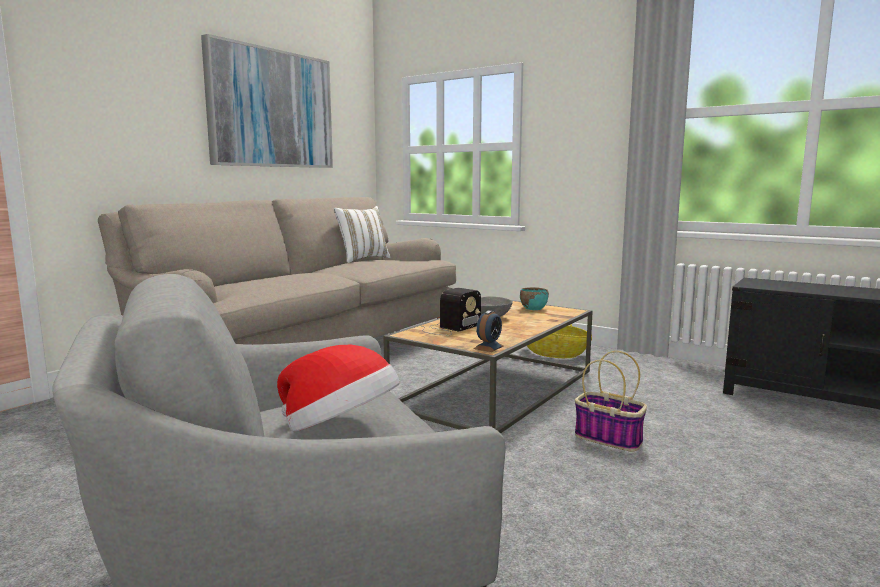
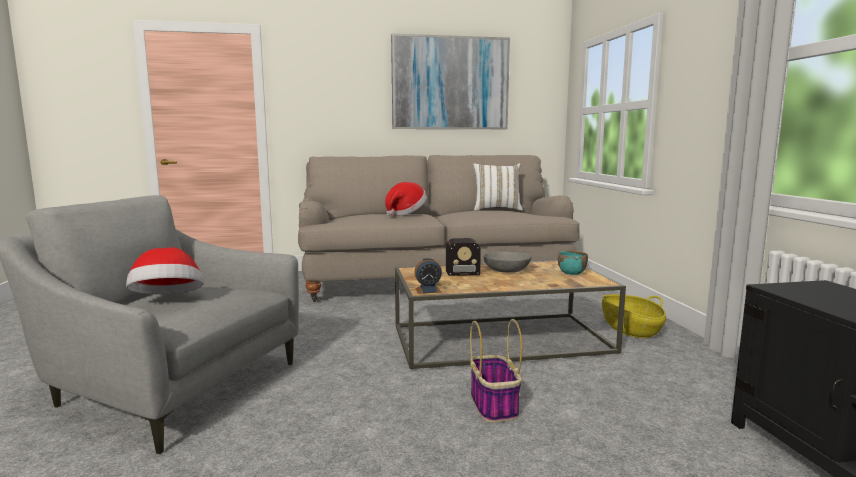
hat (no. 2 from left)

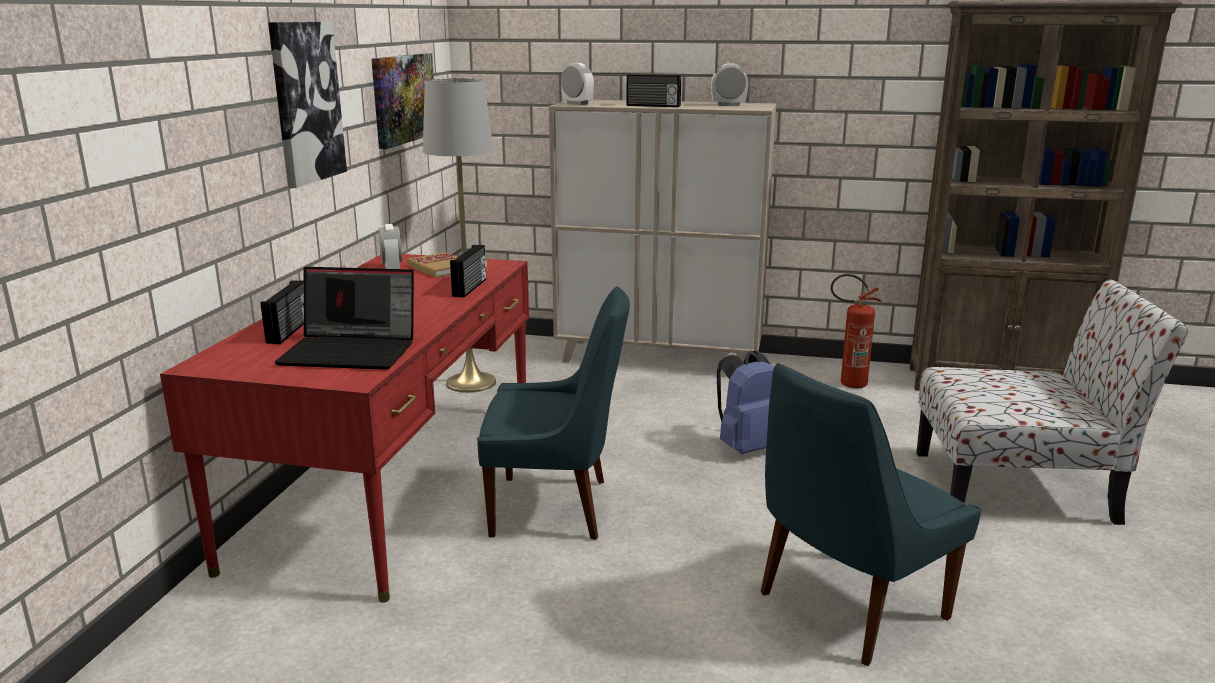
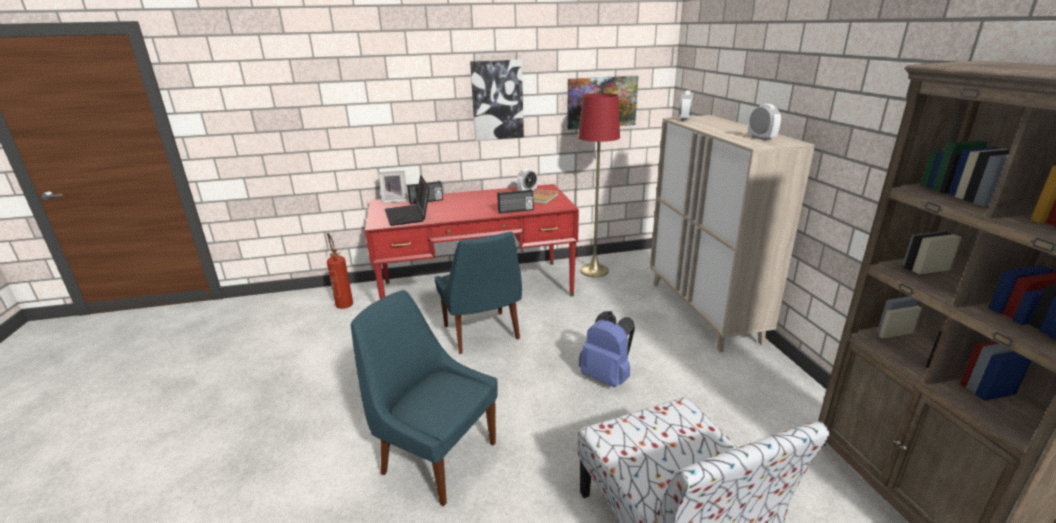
red floor lamp; radio (no. 3 from left in the first image); fire extinguisher; picture frame

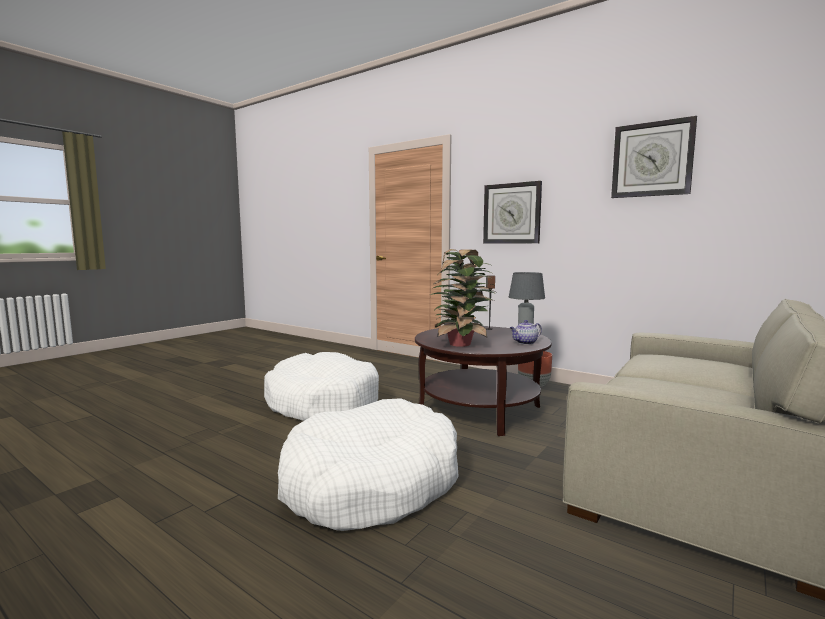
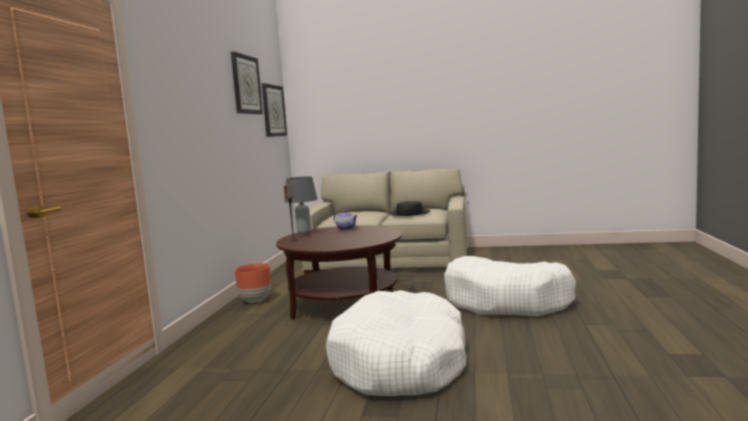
potted plant; wall clock (no. 2 from left); black hat

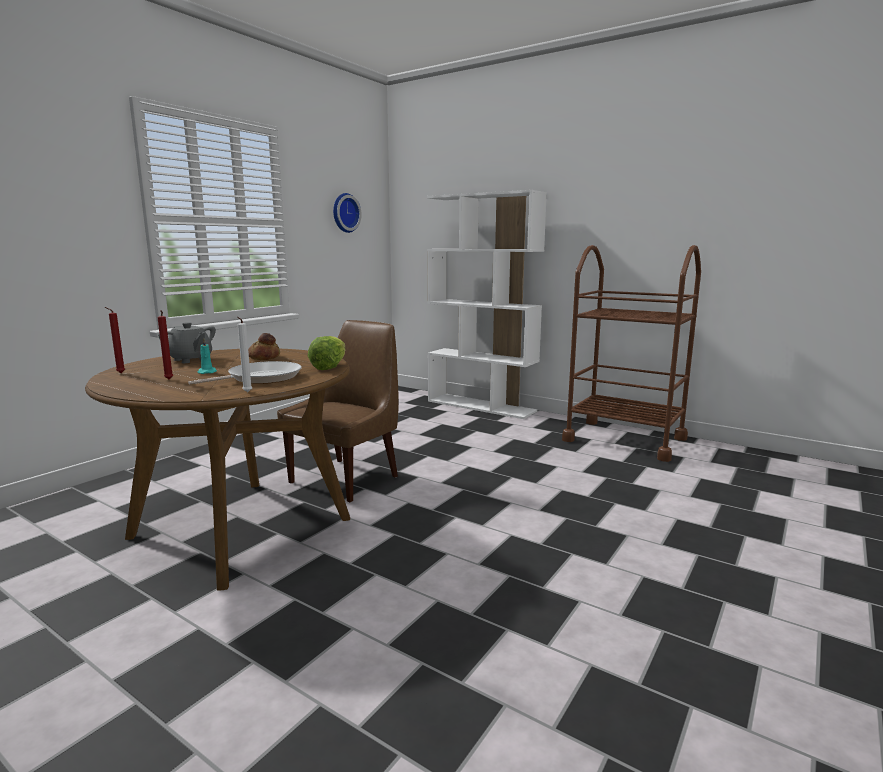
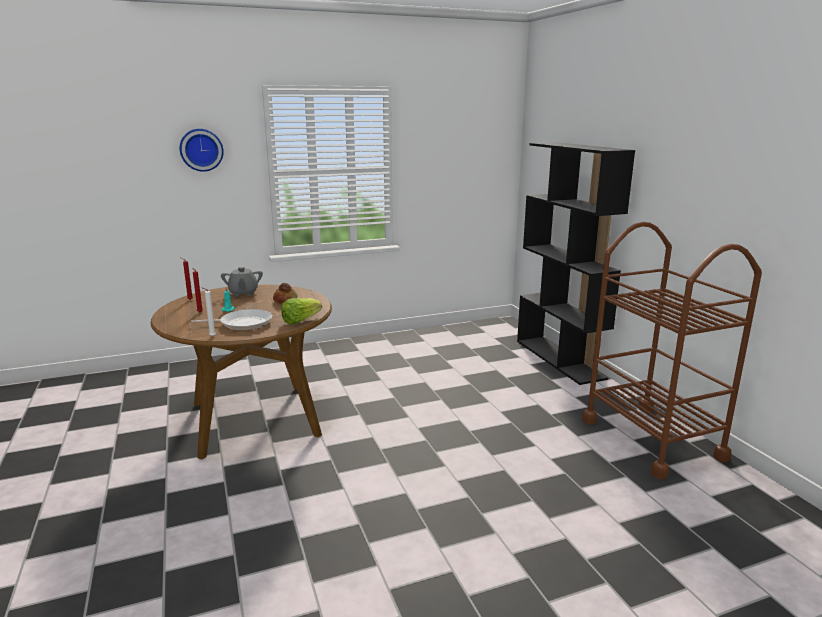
brown chair; wall clock; black bookcase

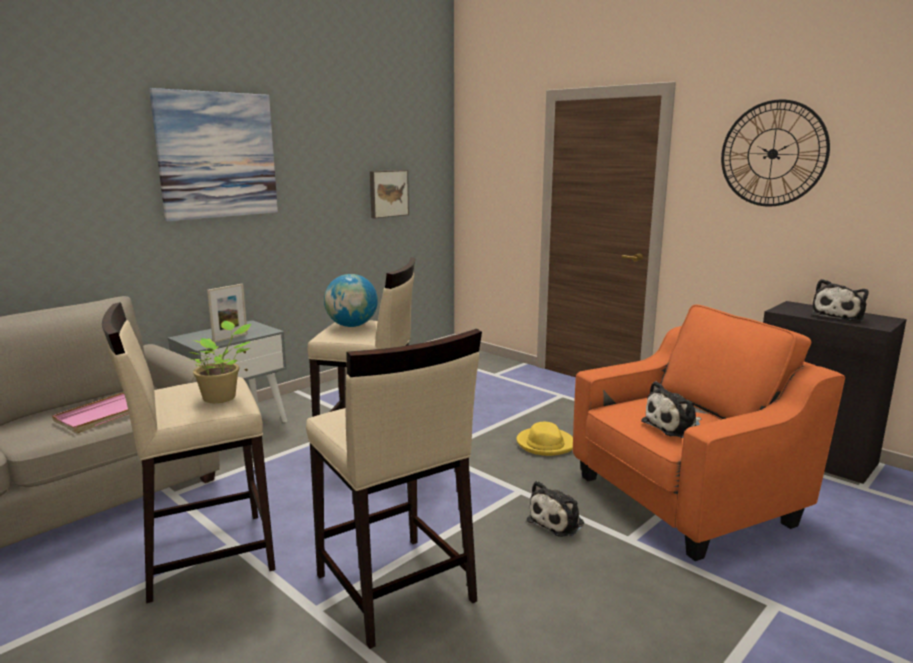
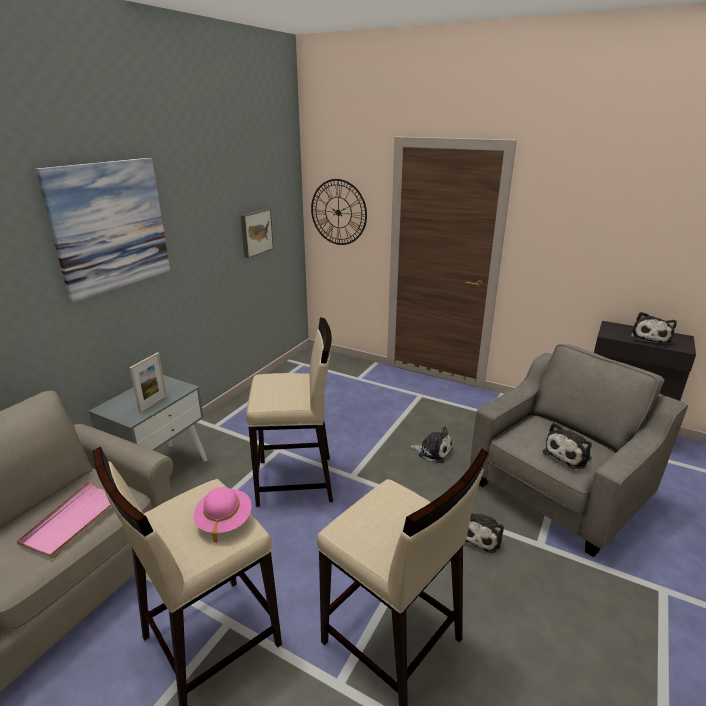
pink hat; globe; plush toy (no. 1 from left); grey armchair; wall clock

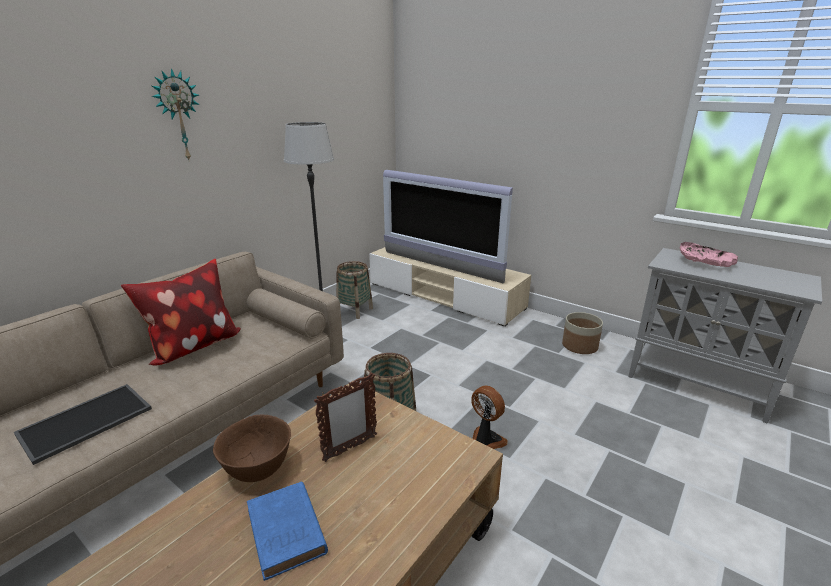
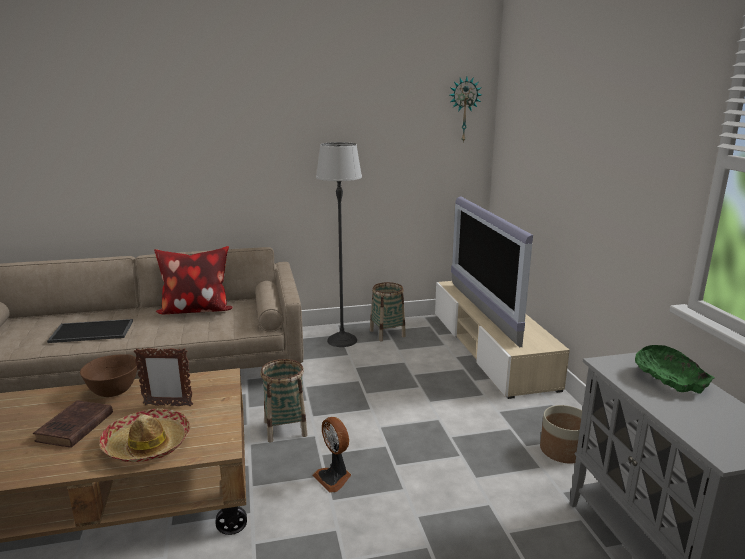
wall clock; brown book; fan; green bowl; hat

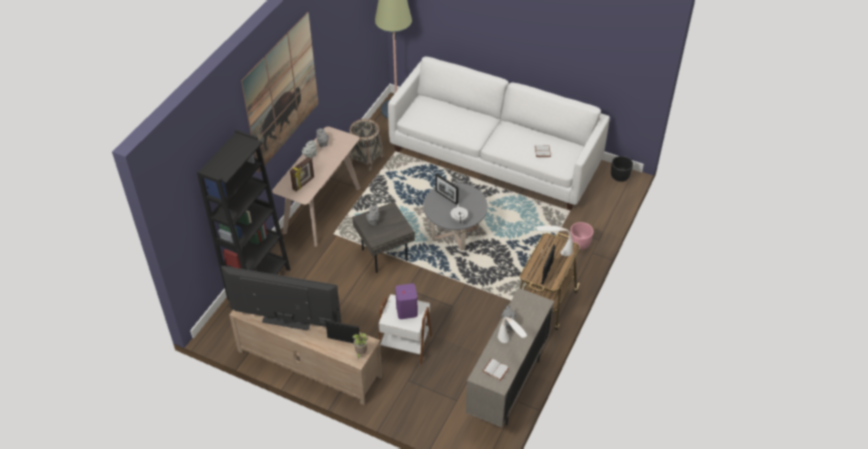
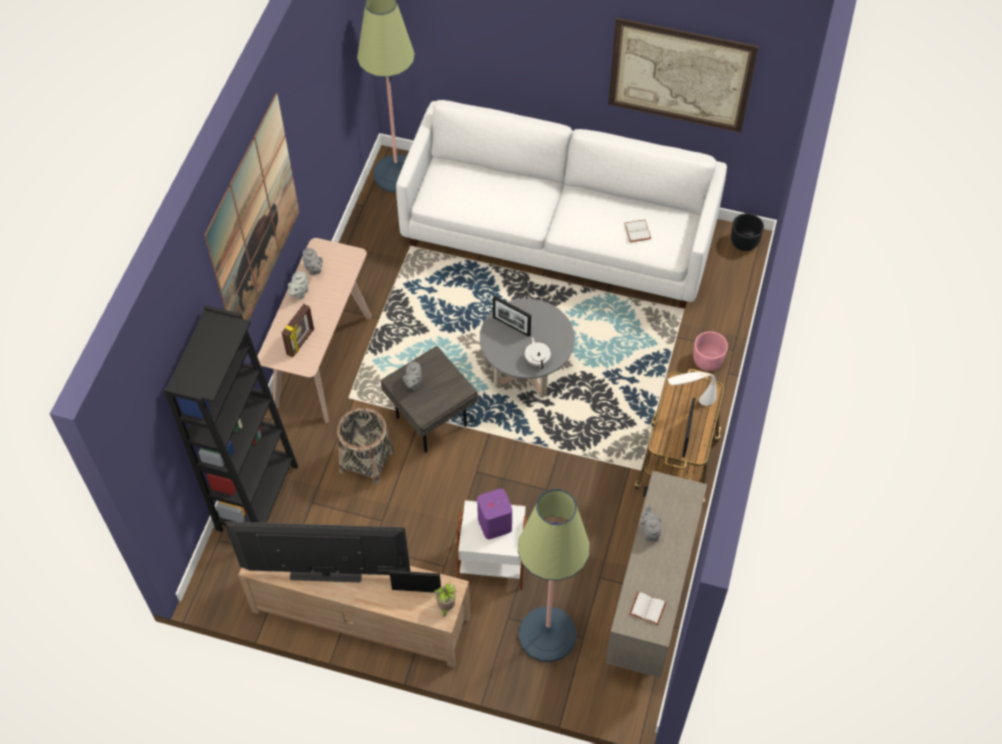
basket; white table lamp (no. 1 from left in the first image); floor lamp (no. 2 from left); picture (no. 2 from left)

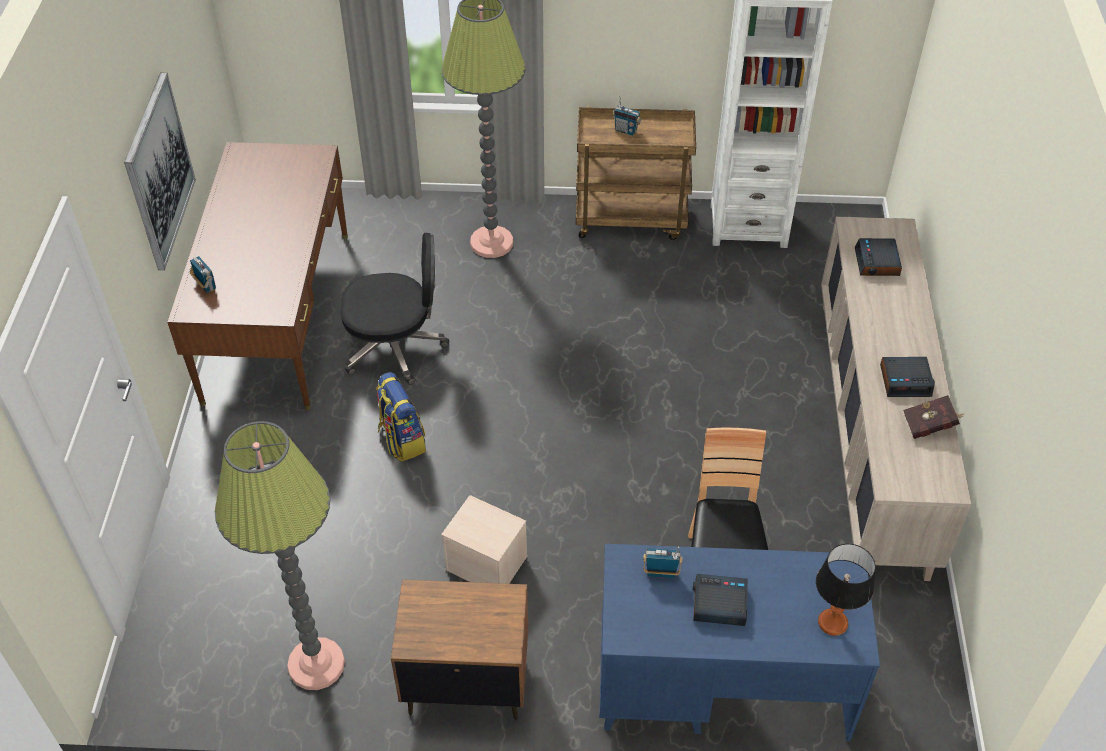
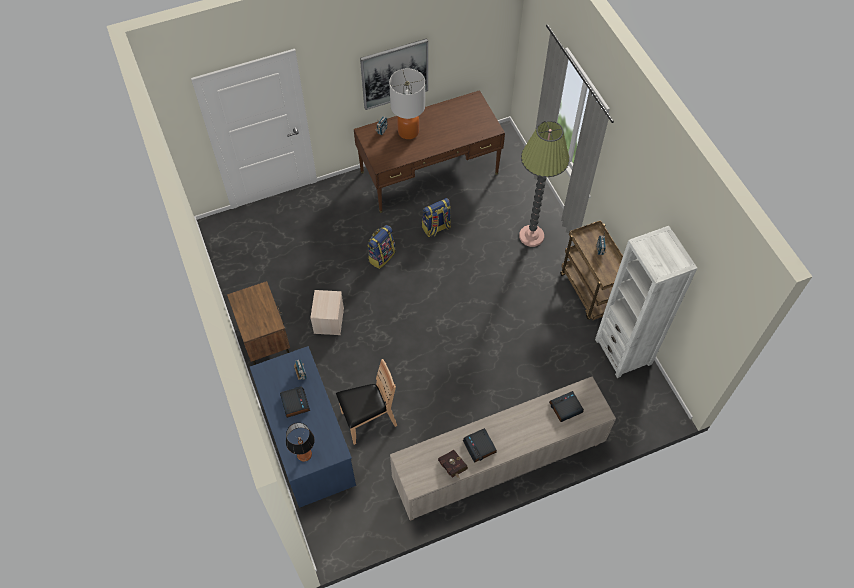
floor lamp (no. 1 from left in the first image); backpack (no. 2 from left); table lamp (no. 2 from left)

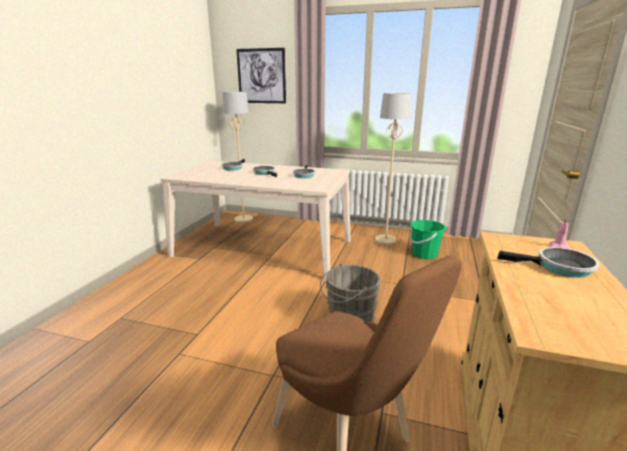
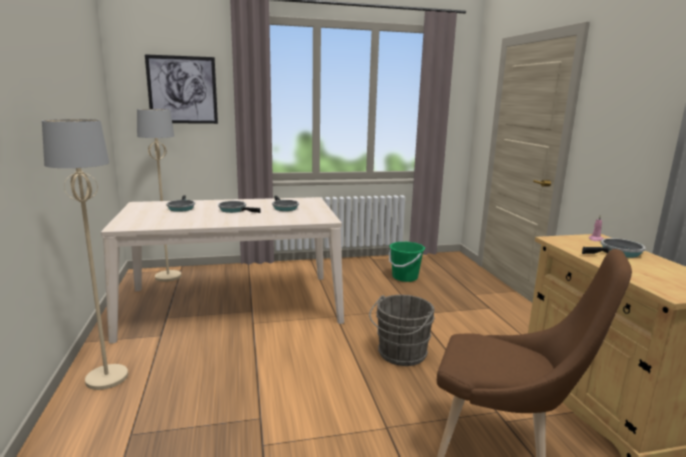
beige floor lamp (no. 1 from left)

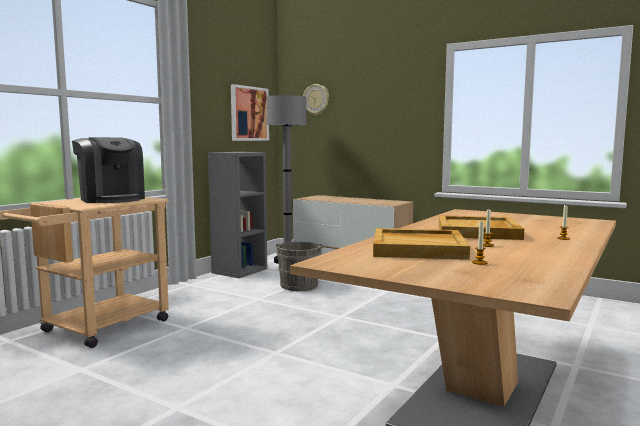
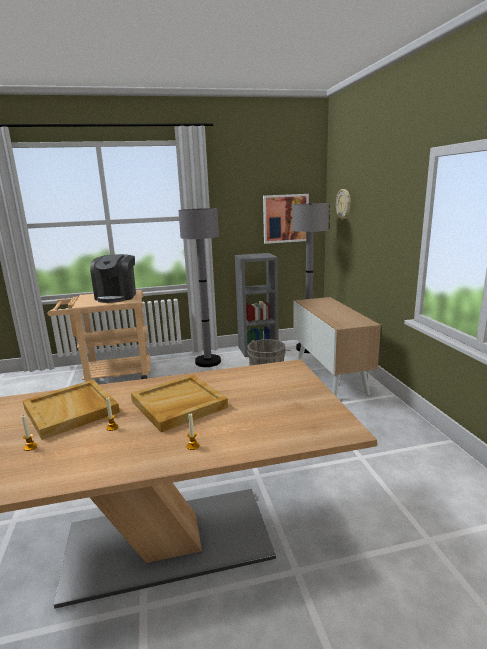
grey floor lamp (no. 1 from left)

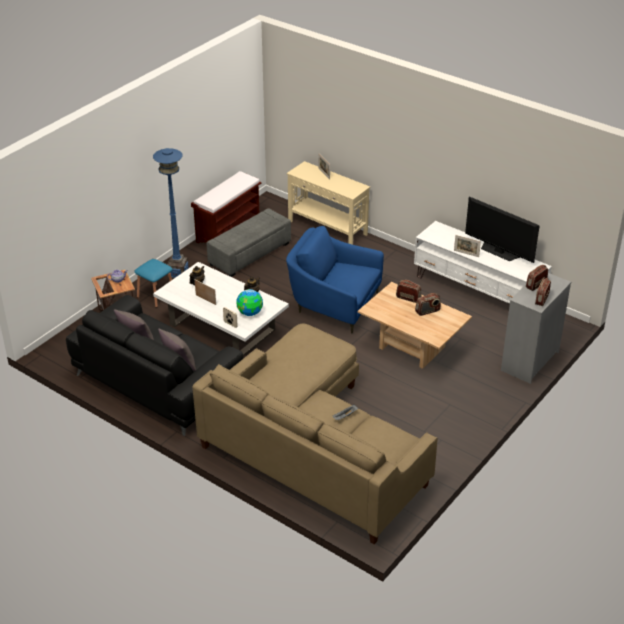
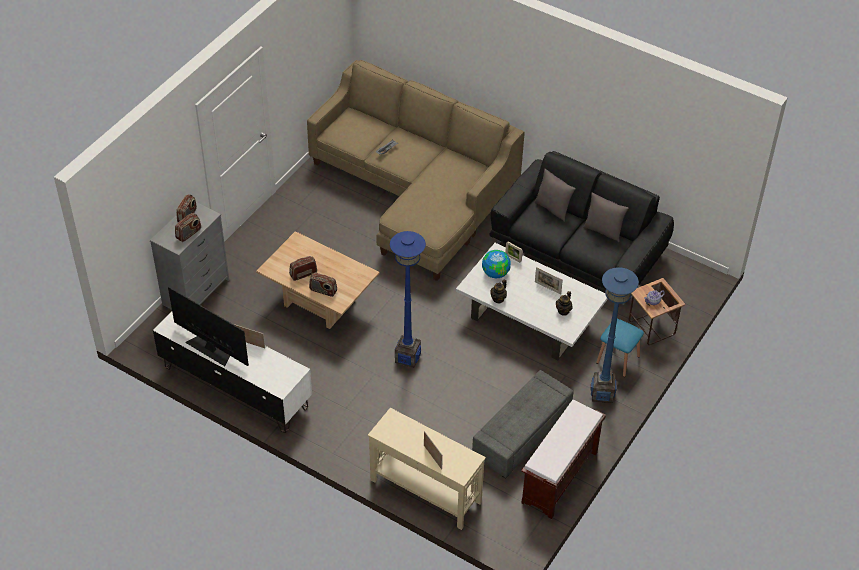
blue floor lamp (no. 1 from left)

